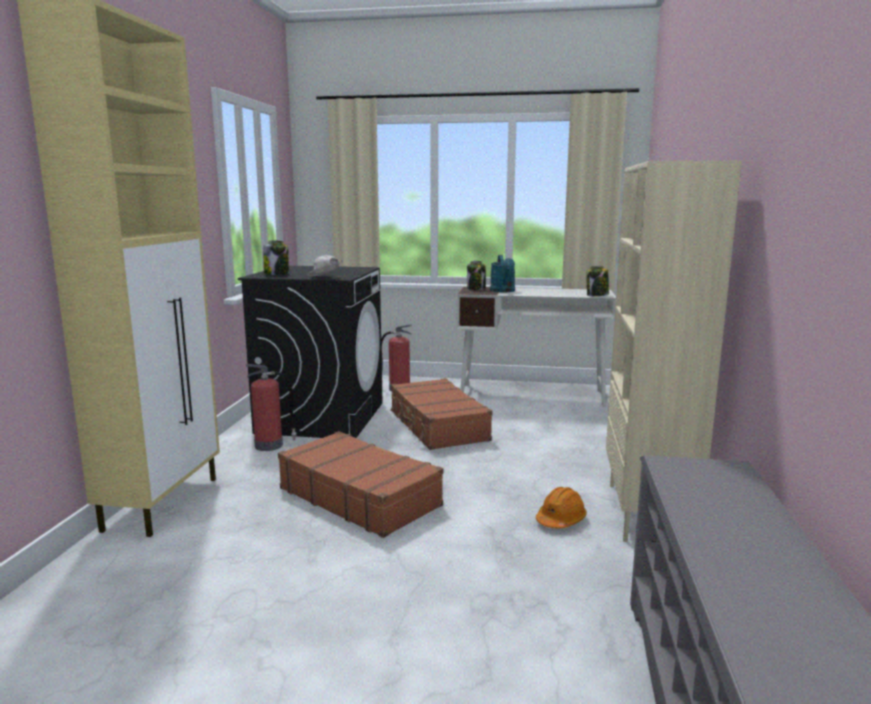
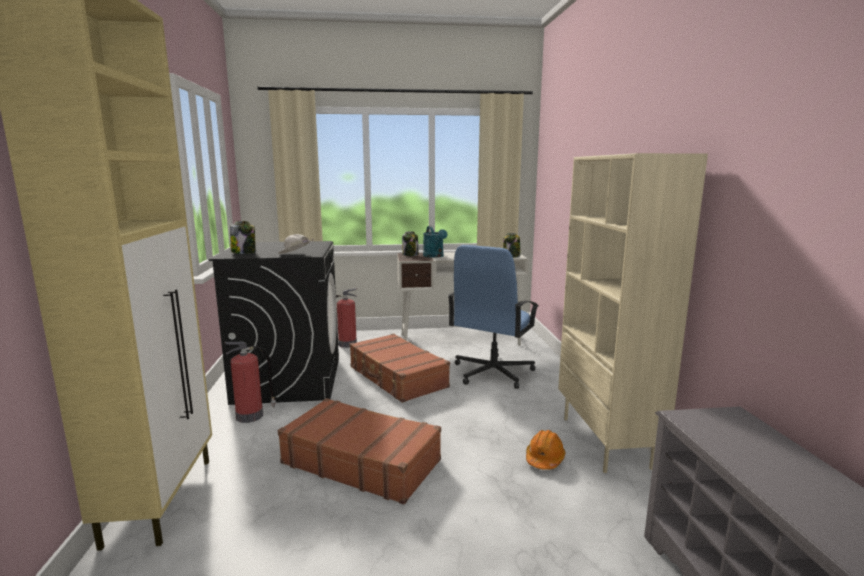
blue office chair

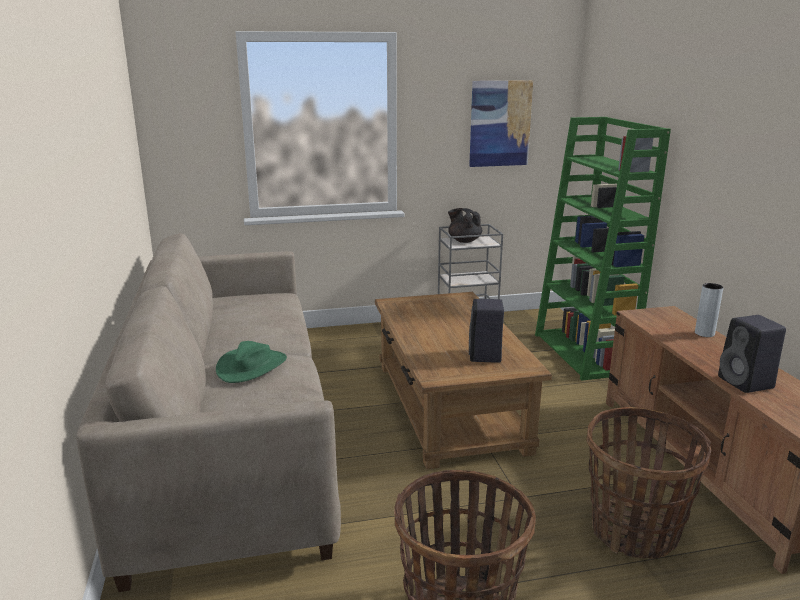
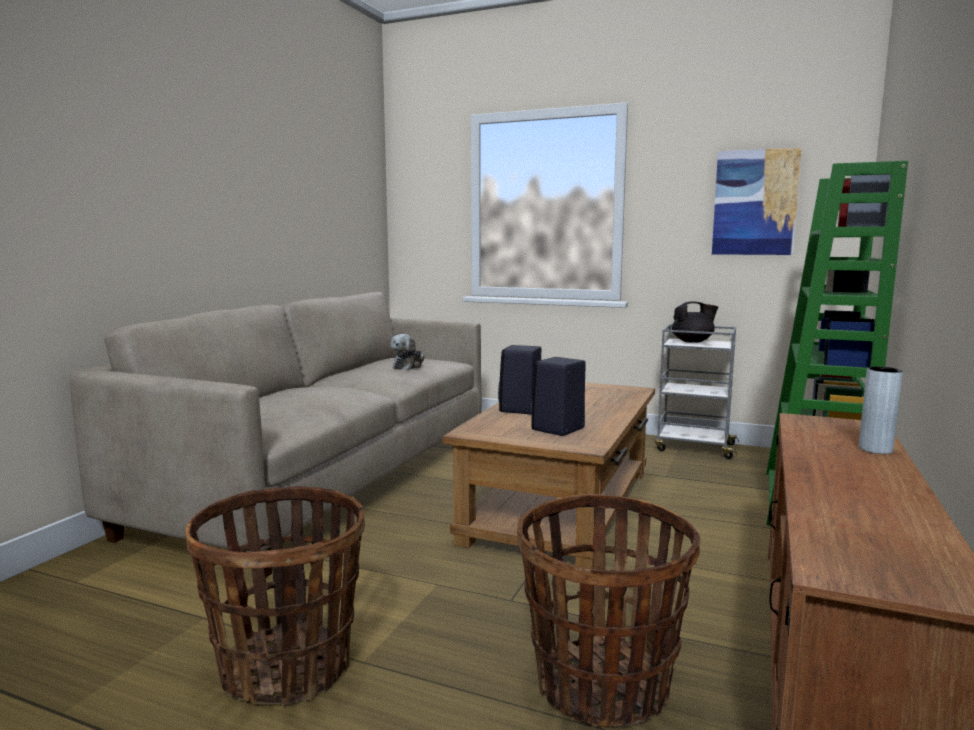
green hat; black teapot; black speaker (no. 1 from left); plush toy

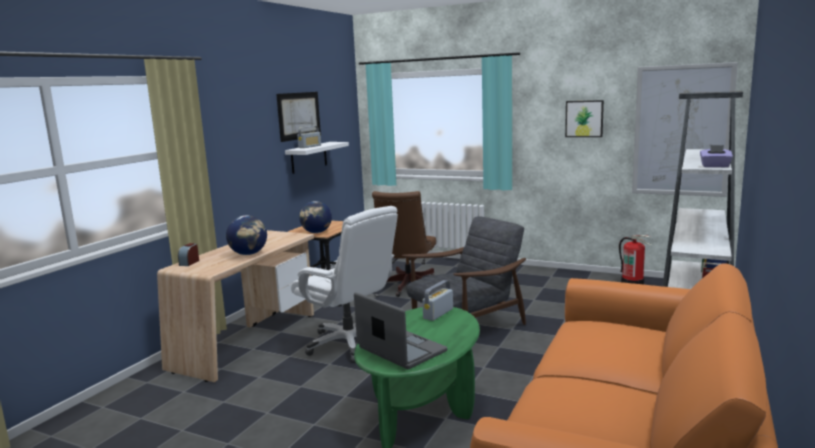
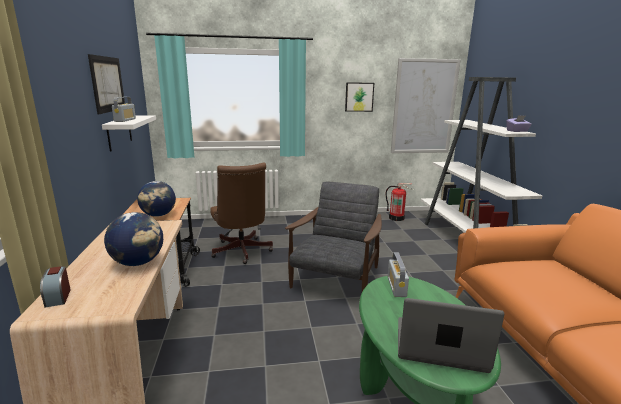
white office chair

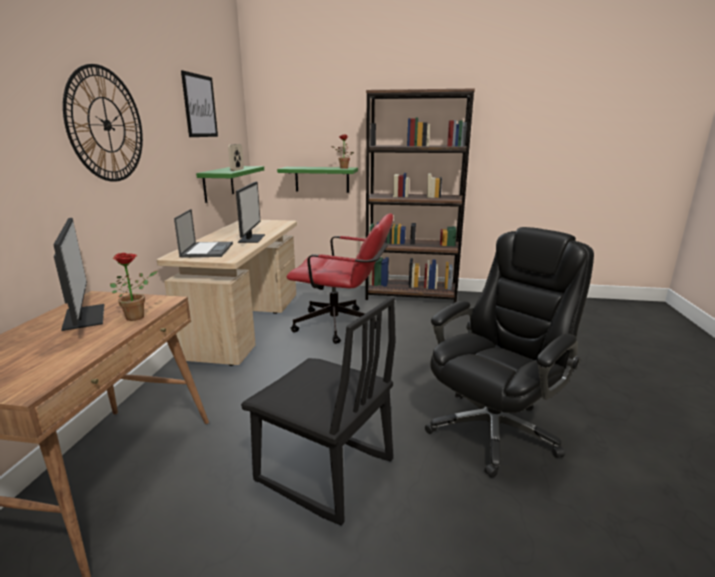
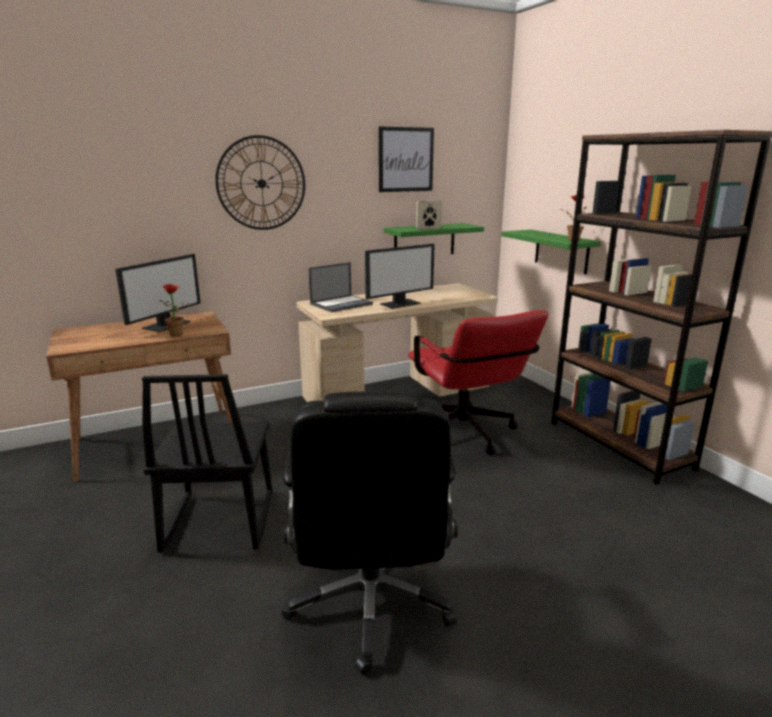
black office chair

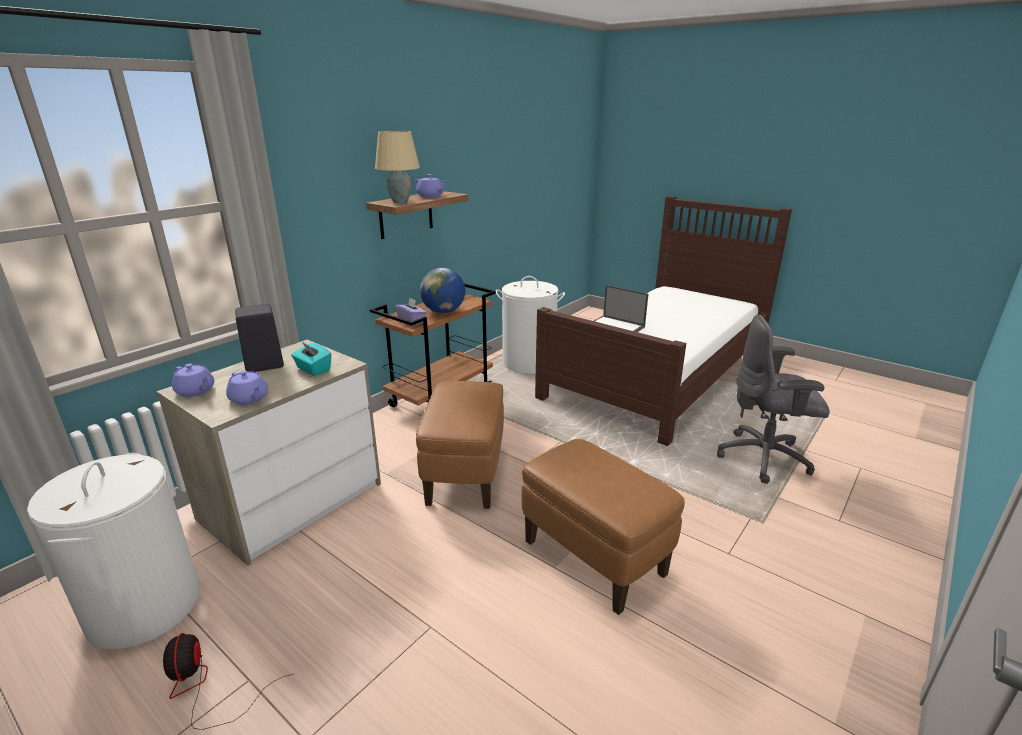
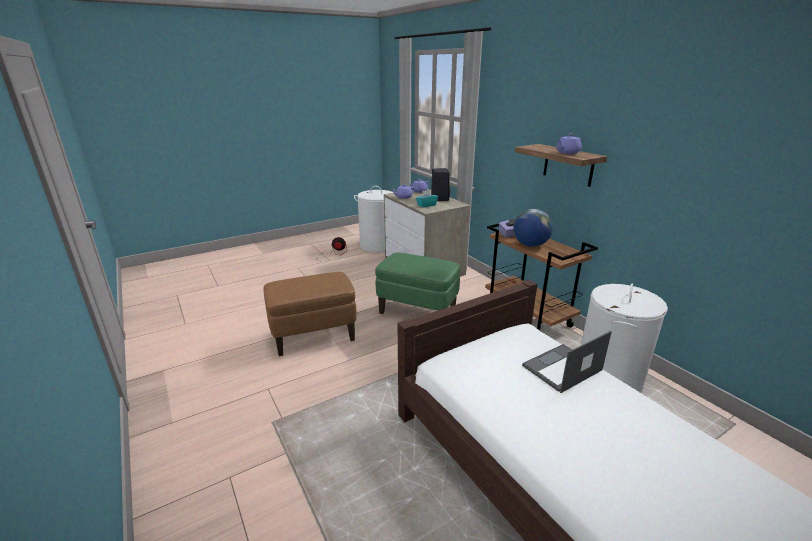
beige table lamp; green ottoman; grey office chair

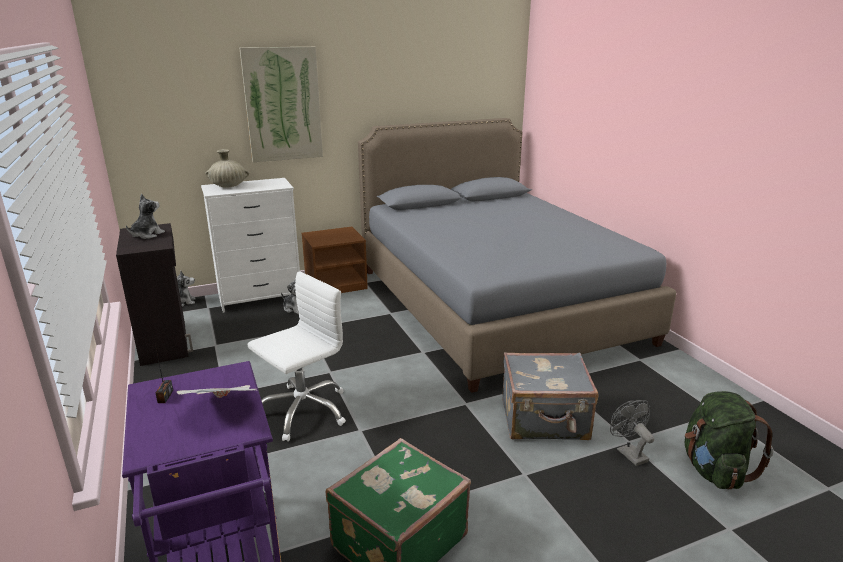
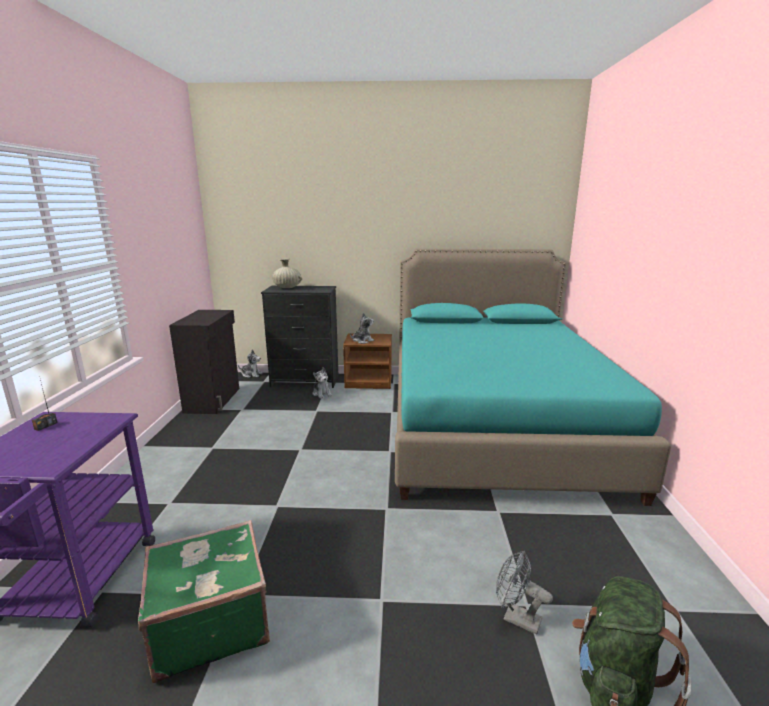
plush toy (no. 3 from left); newspaper; black dresser; picture; white office chair; turquoise bed; grey suitcase; grey fan

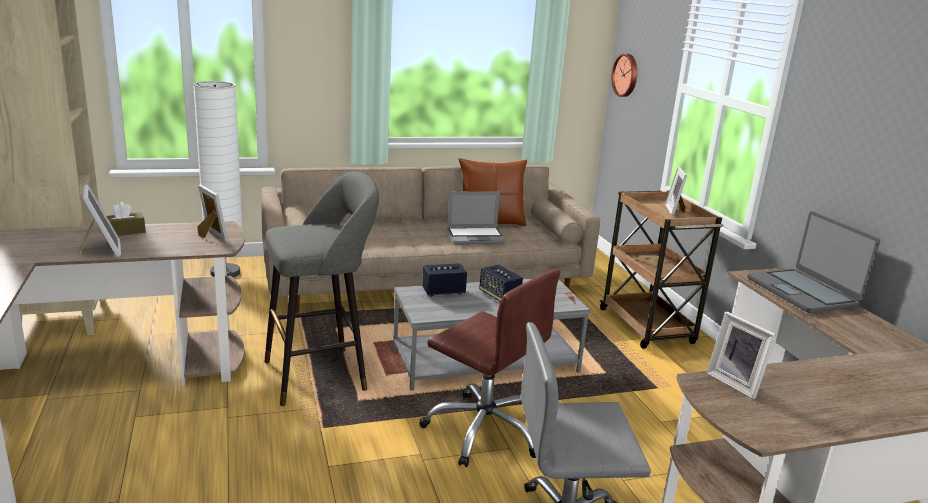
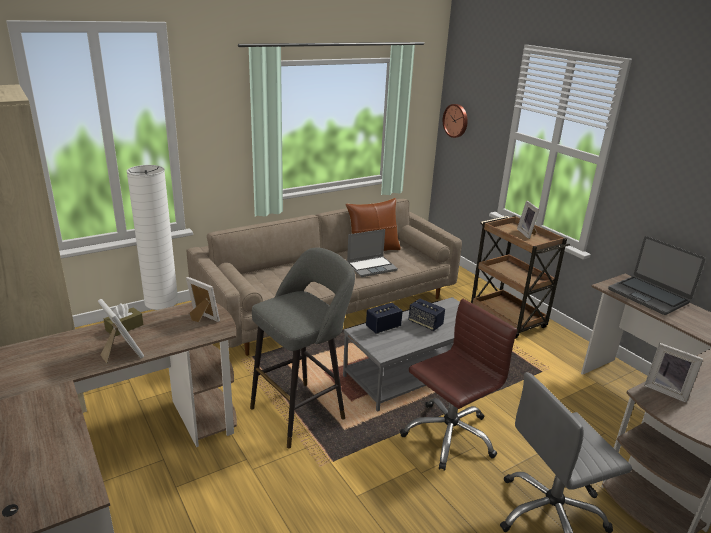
brown office chair

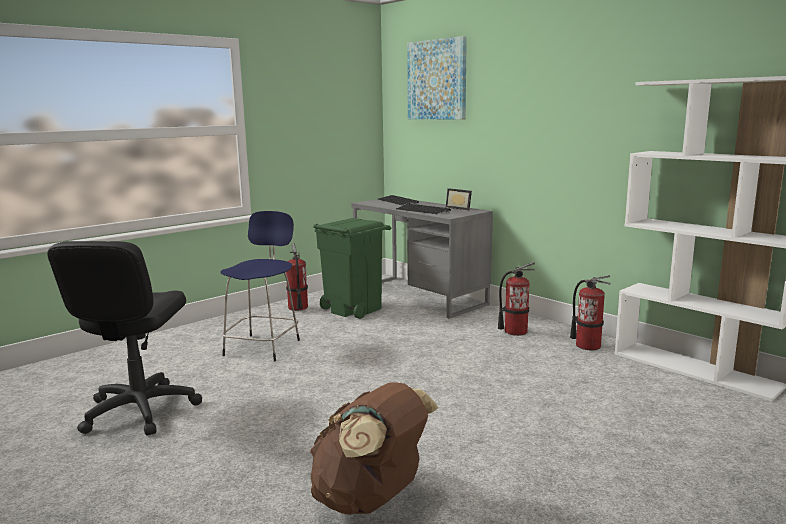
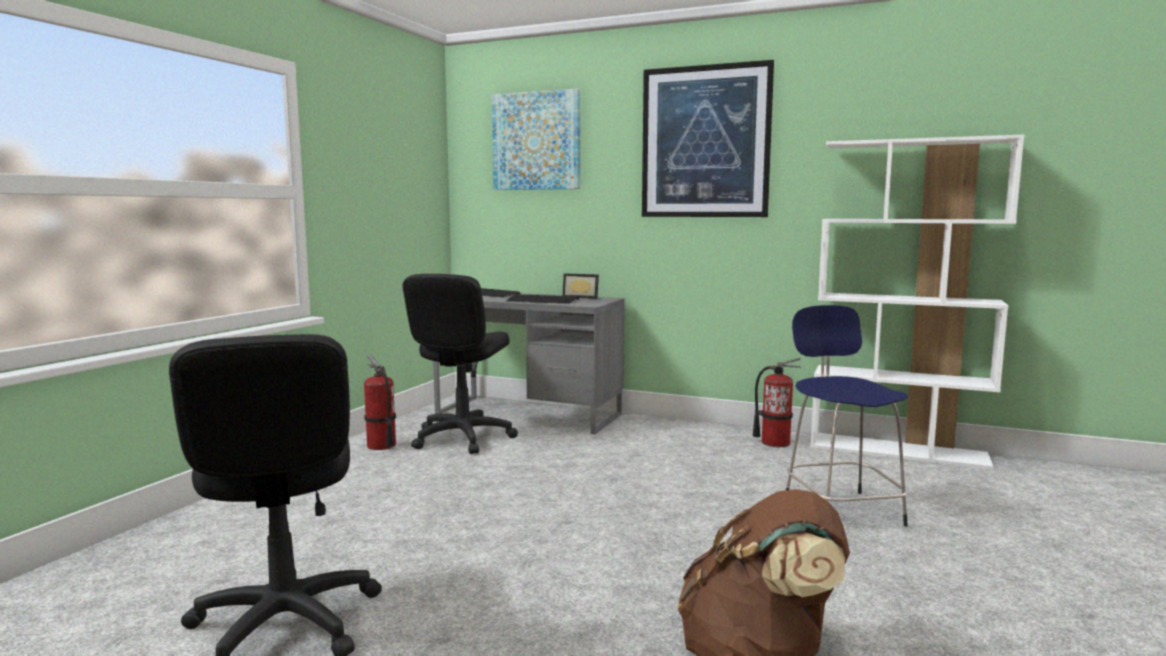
blue stool; black office chair (no. 2 from left); fire extinguisher (no. 2 from left in the first image); picture (no. 2 from left)

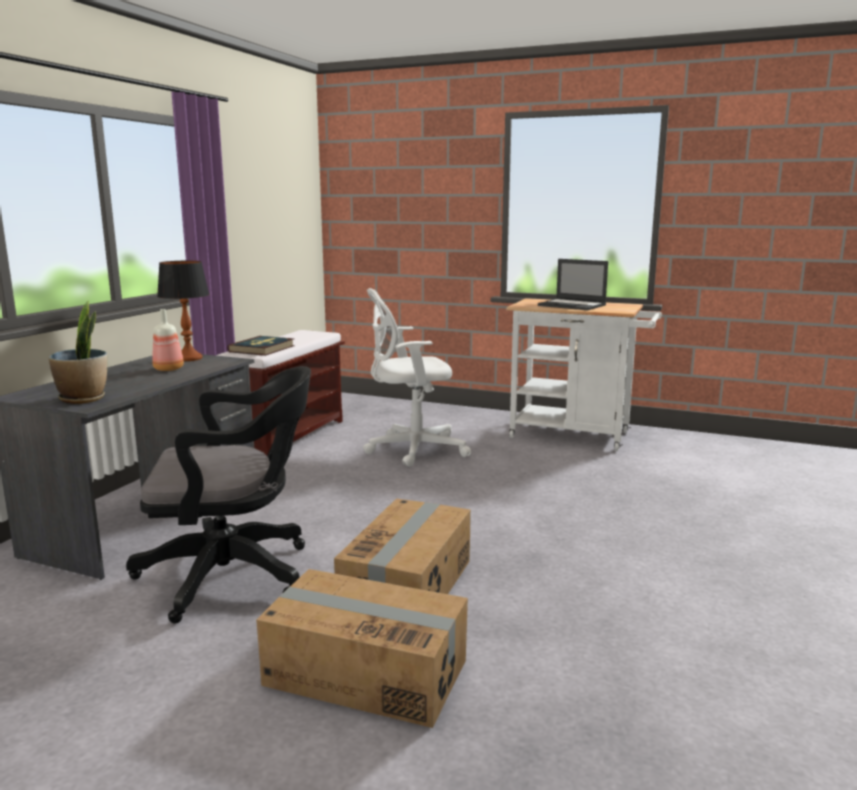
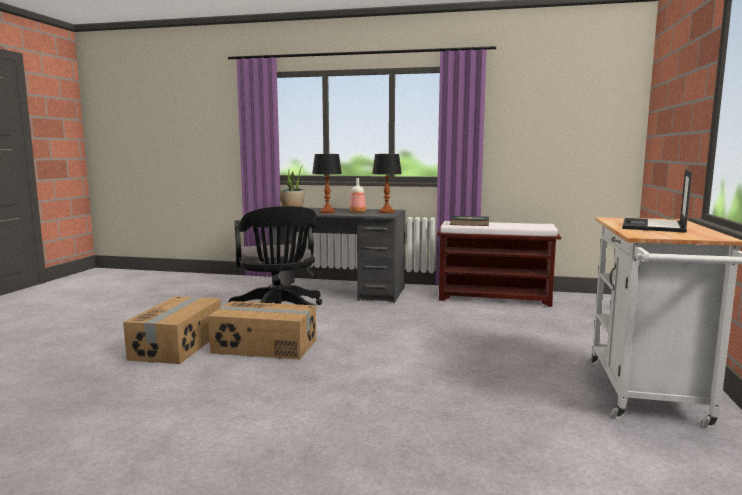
white office chair; table lamp (no. 1 from left)

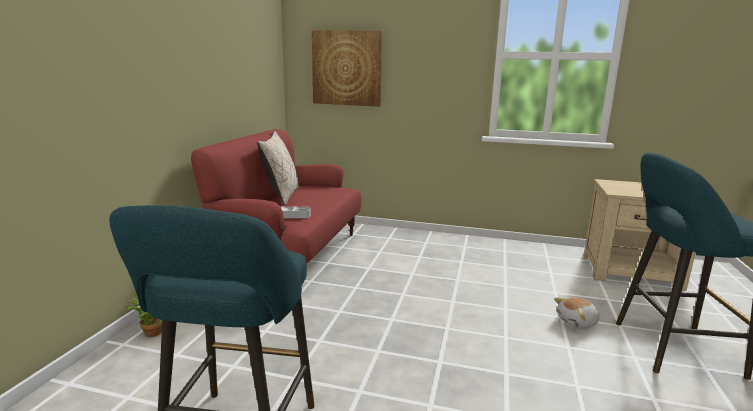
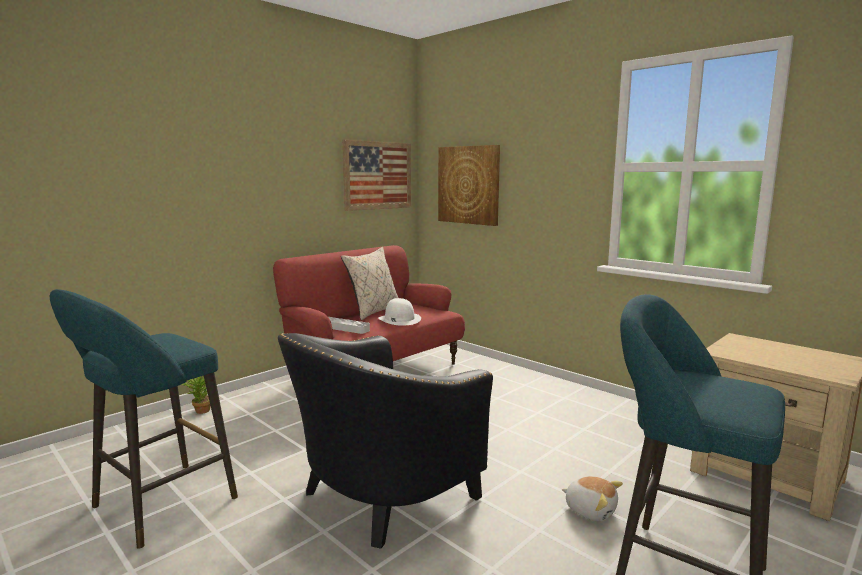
plush toy; black armchair; picture (no. 1 from left); white hat

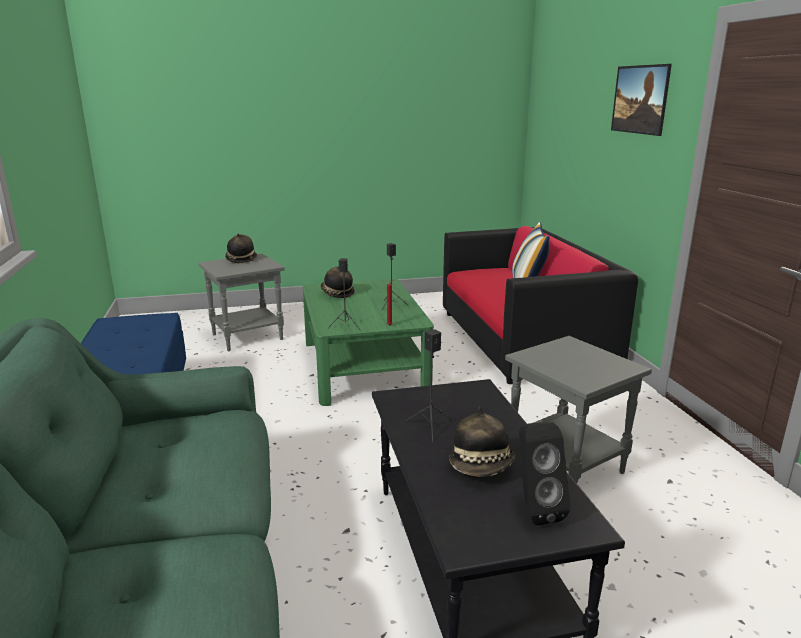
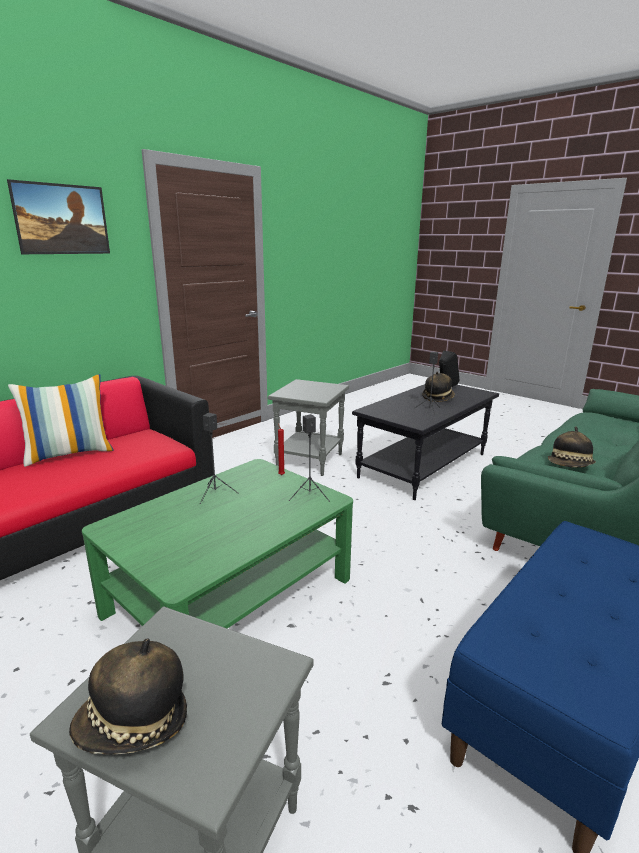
hat (no. 3 from left)

